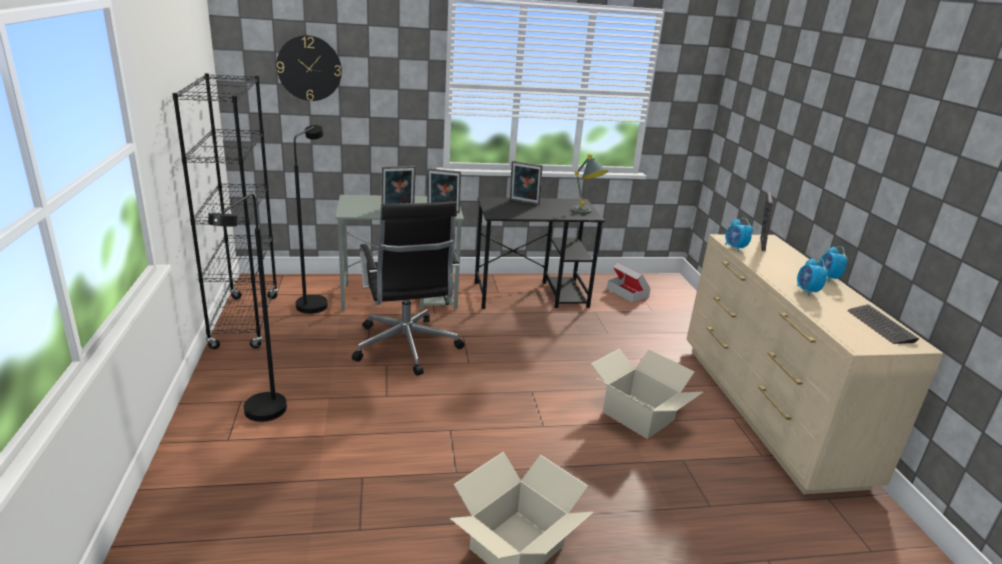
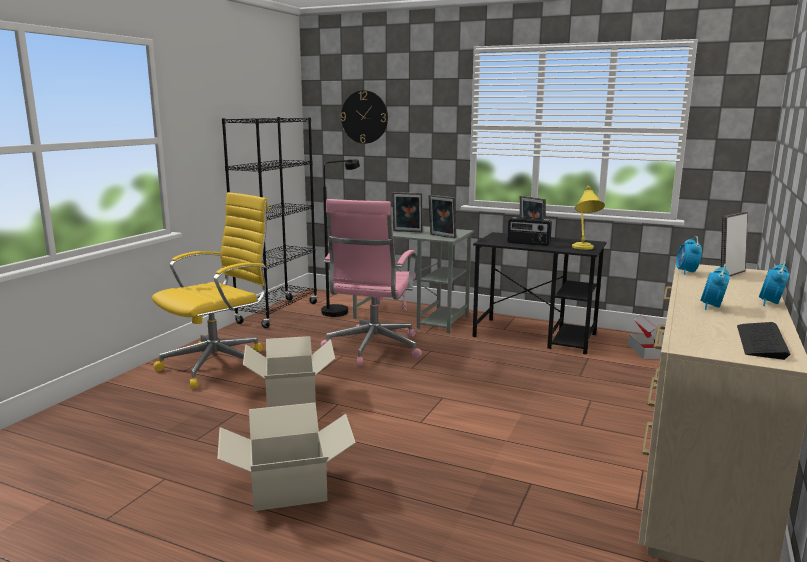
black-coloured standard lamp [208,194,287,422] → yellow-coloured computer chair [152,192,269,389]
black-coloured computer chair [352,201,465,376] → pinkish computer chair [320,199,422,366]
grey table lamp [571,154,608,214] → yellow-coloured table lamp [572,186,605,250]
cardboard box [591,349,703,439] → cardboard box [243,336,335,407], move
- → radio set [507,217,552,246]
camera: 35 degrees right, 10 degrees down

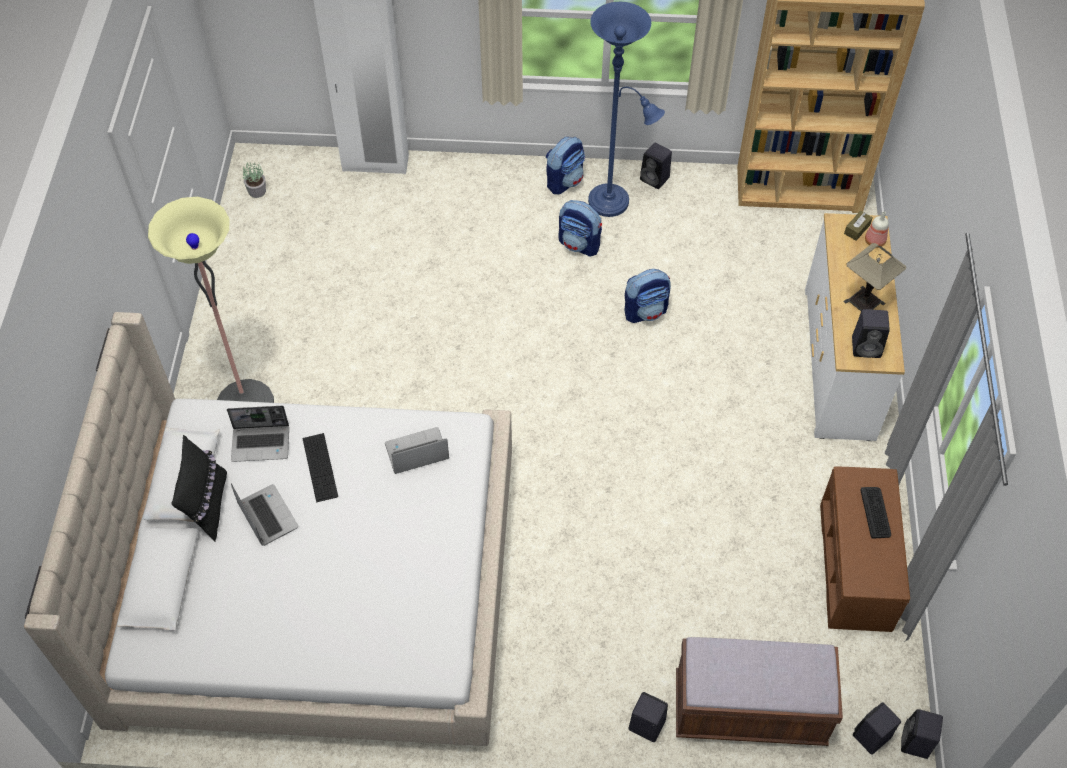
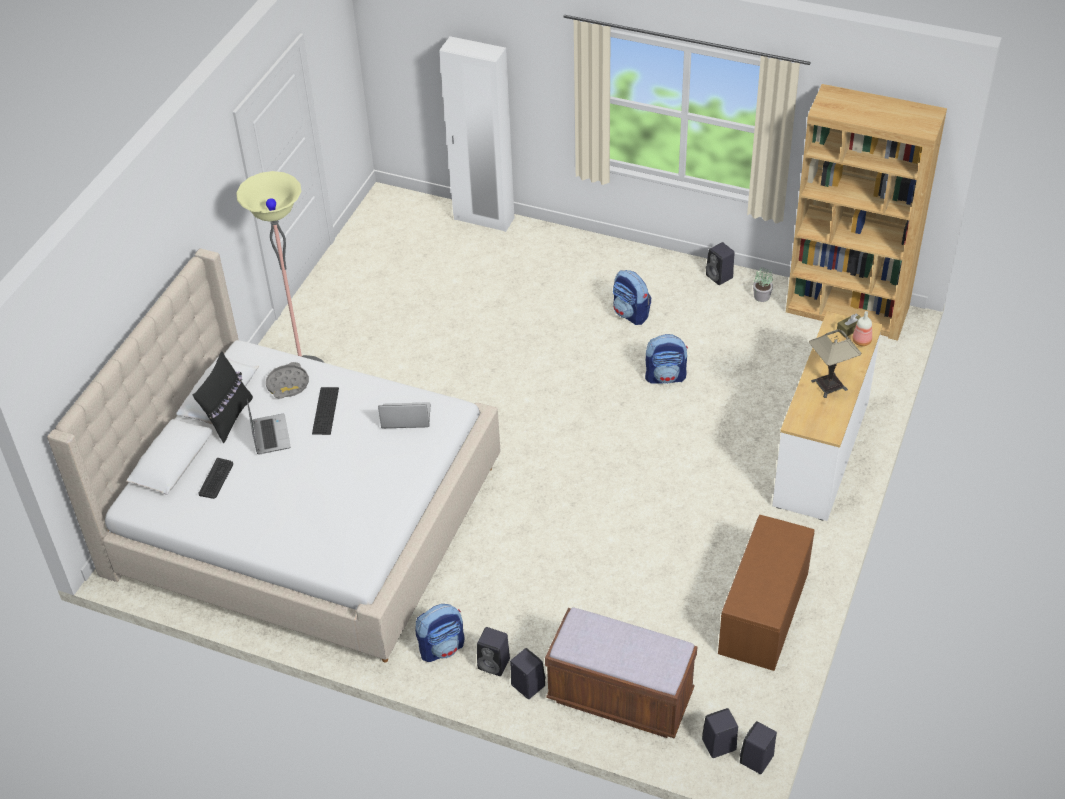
portable computer [227,406,289,462] → grey tray [266,362,309,399]
potted plant [243,161,266,198] → potted plant [753,267,773,302], move
backpack [546,137,585,194] → backpack [415,604,464,662], move
blue-coloured standard lamp [588,2,665,217] → -
black-coloured audio speaker [852,309,890,358] → black-coloured audio speaker [477,627,510,676], move
keyboard [860,487,891,539] → keyboard [198,458,233,499], move
camera: 20 degrees right, 10 degrees down

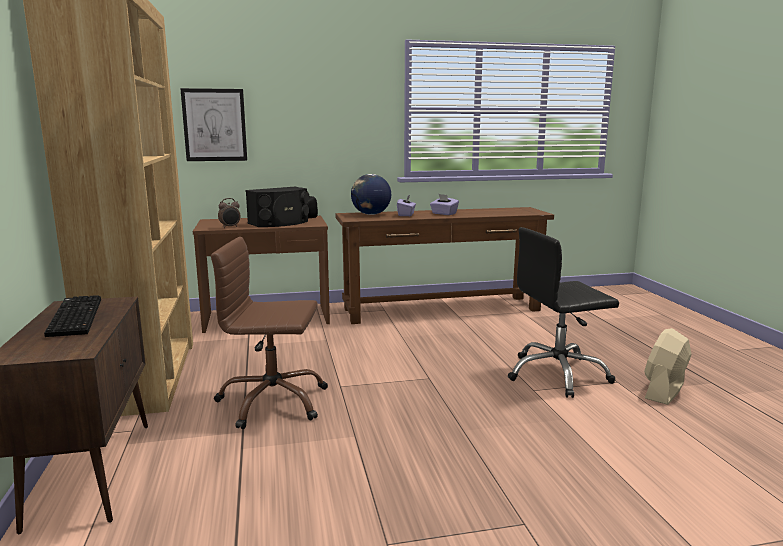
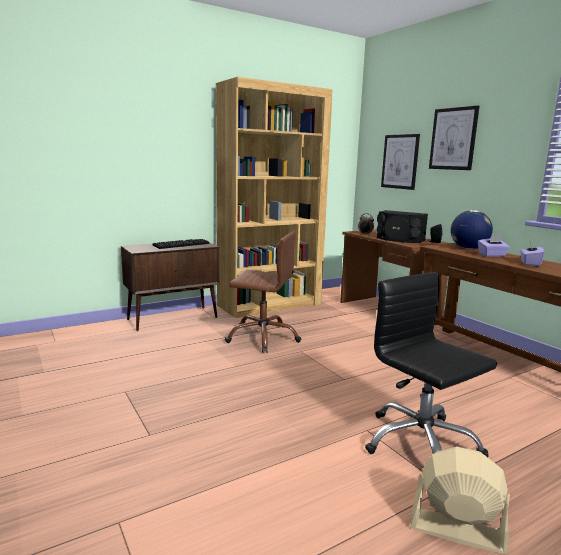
brownish computer chair [211,237,328,429] → brownish computer chair [225,232,301,353], 120 degrees clockwise
- → wall picture [429,105,479,170]
camera: 70 degrees right, 0 degrees up

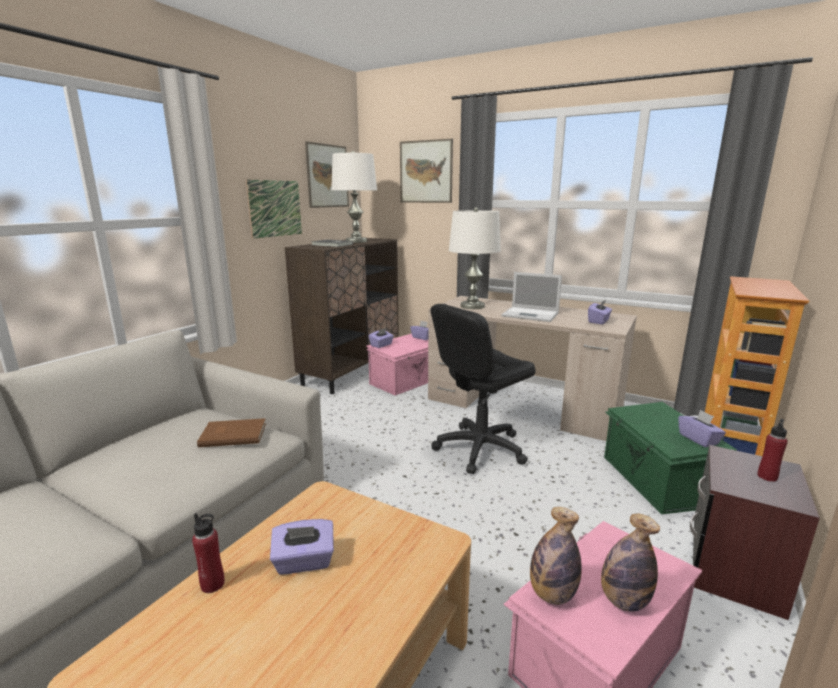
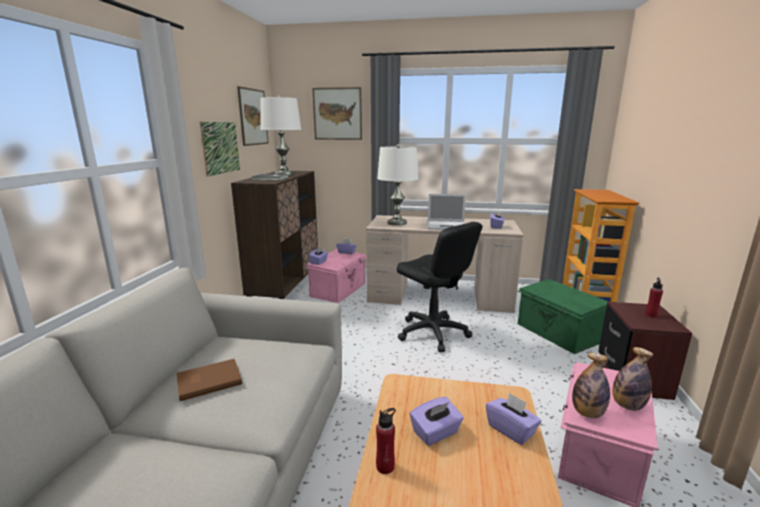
brownish volume [197,418,266,447] → brownish volume [177,359,242,401], move
black-coloured computer chair [430,304,536,474] → black-coloured computer chair [397,222,482,352], 75 degrees counterclockwise
purple-coloured box of tissues [678,410,726,447] → purple-coloured box of tissues [486,392,541,445], move
camera: 20 degrees left, 0 degrees up

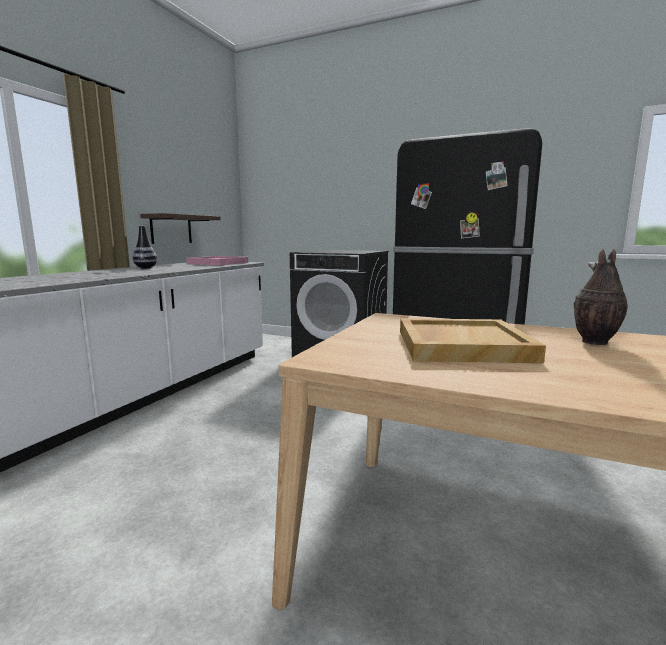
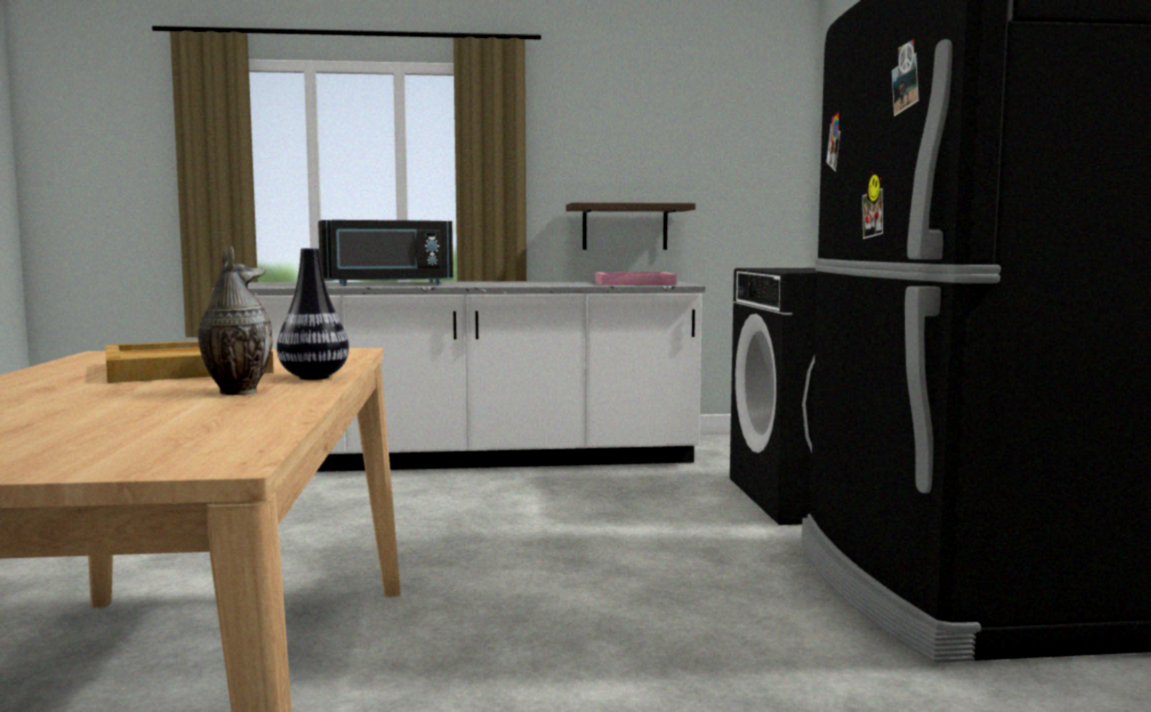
flower vase [133,226,157,269] → flower vase [277,248,349,380], move
- → black-coloured kitchen microwave [318,220,453,286]
camera: 60 degrees right, 5 degrees down

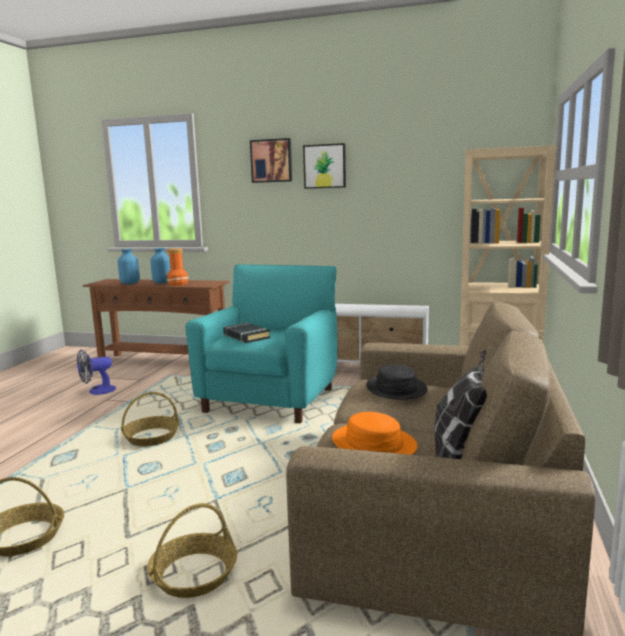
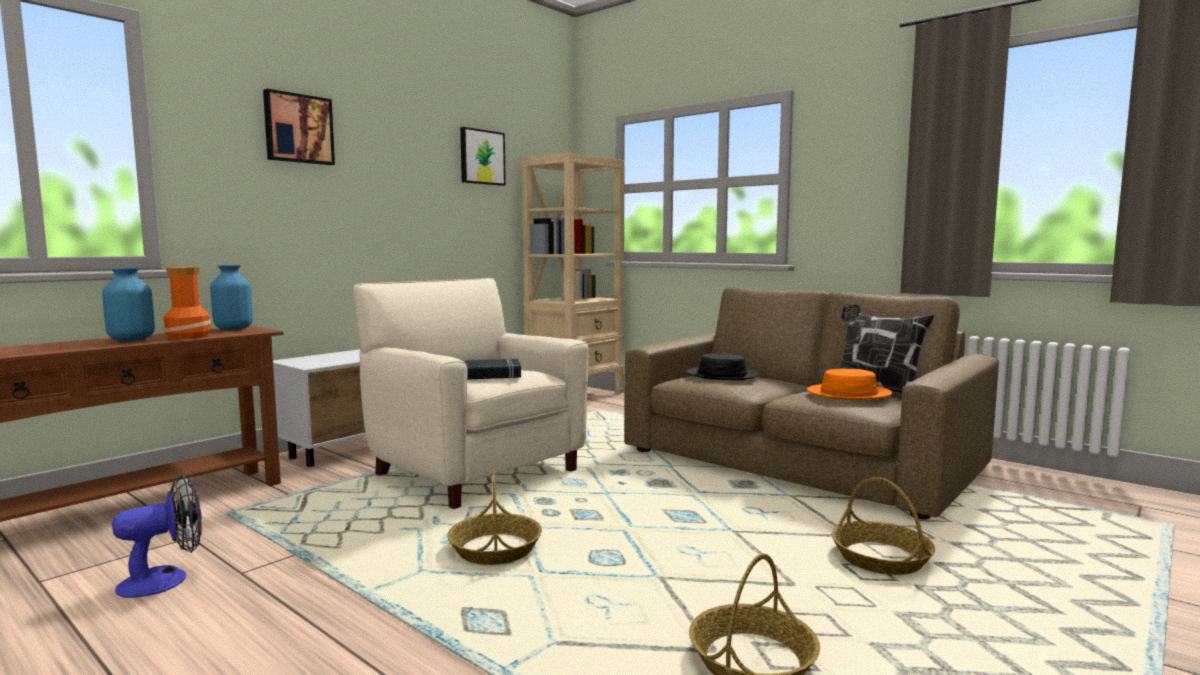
fan [77,350,116,395] → fan [112,475,202,598], 120 degrees counterclockwise
blue-coloured flower vase [118,249,140,284] → blue-coloured flower vase [210,265,253,330], move
blue-green lounge chair [185,264,337,424] → beige lounge chair [353,278,589,509]
wall picture [303,143,346,189] → wall picture [460,127,506,186], move
camera: 65 degrees left, 5 degrees down

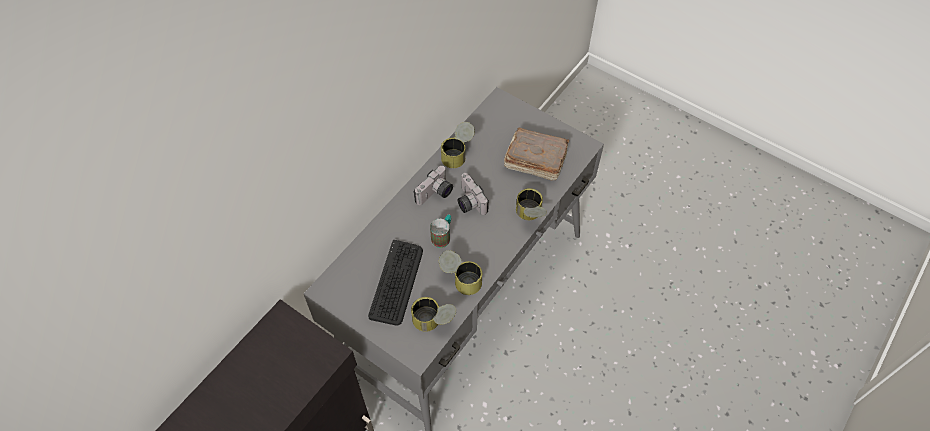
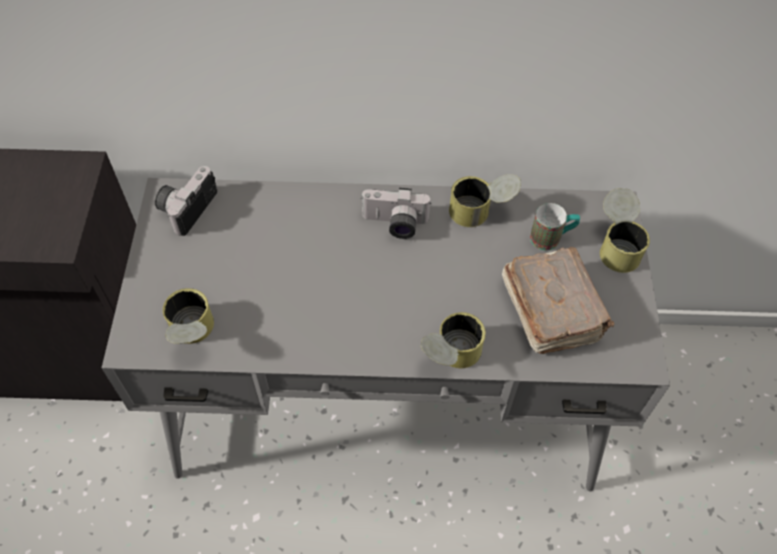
keyboard [368,240,423,326] → -
tea mug [430,214,451,248] → tea mug [530,203,580,250], move
metal can [439,250,482,295] → metal can [600,188,650,273], move
photo camera [458,173,489,215] → photo camera [155,166,218,236], move
camera: 55 degrees right, 0 degrees up

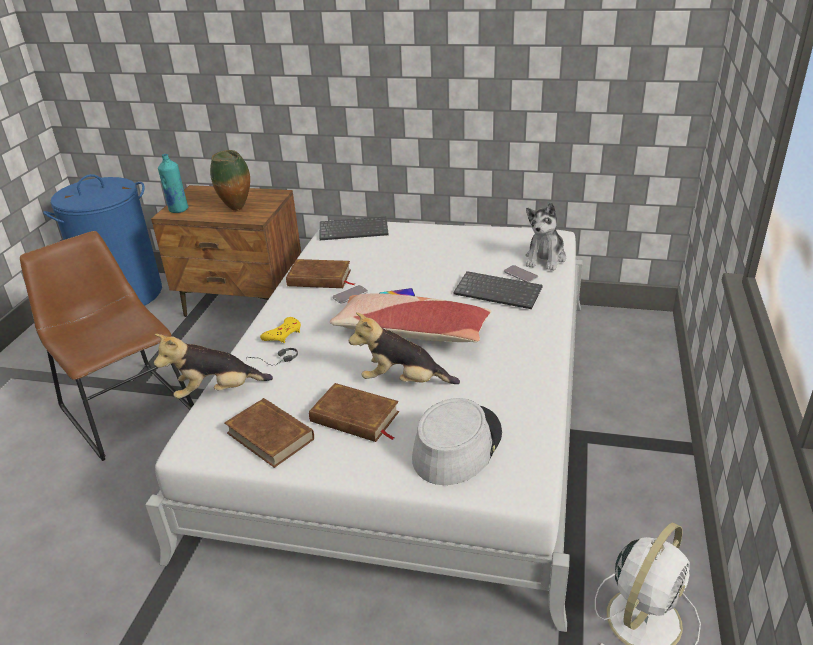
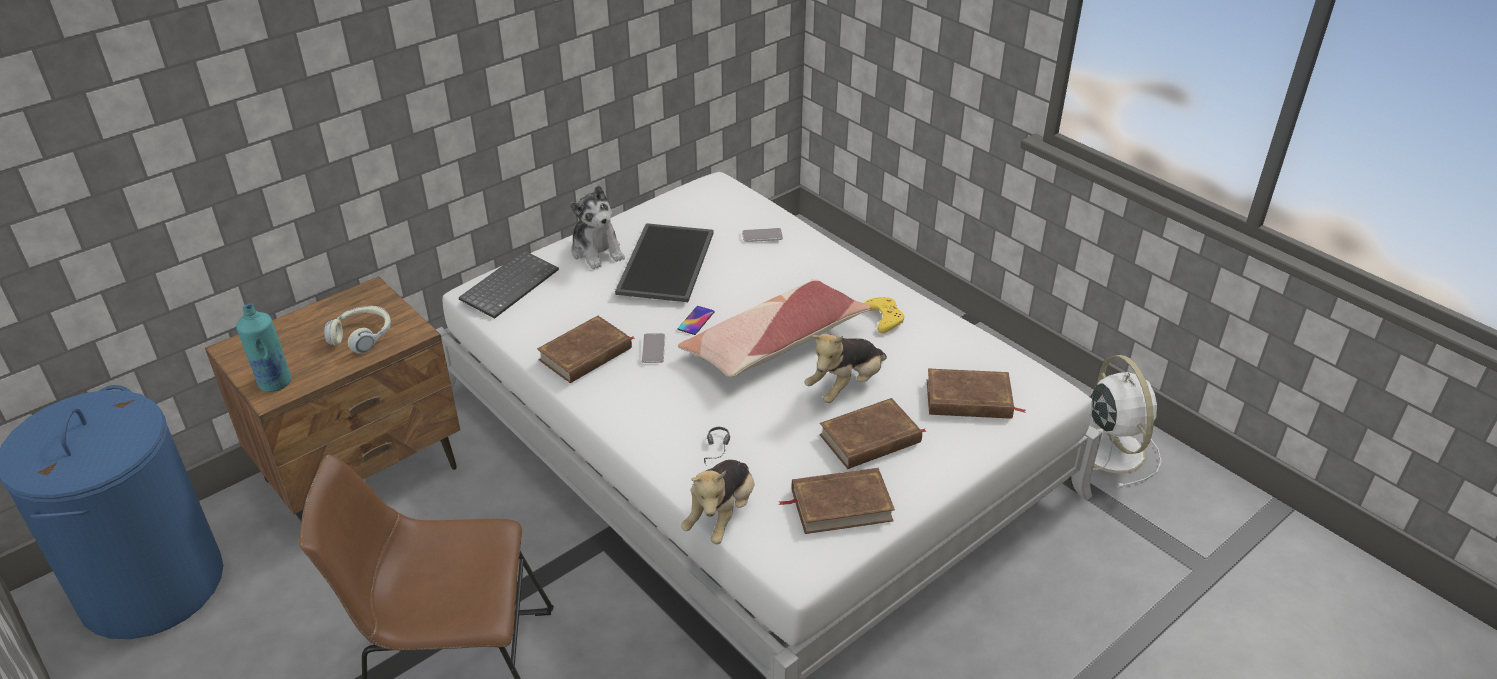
flower vase [210,150,250,211] → headphones [324,306,391,354]
yellow-coloured game controller [260,317,301,343] → yellow-coloured game controller [864,297,904,333], move
grey hat [412,398,502,485] → brownish volume [927,369,1025,419]
keyboard [453,271,543,309] → -
plush toy [526,203,566,271] → plush toy [570,185,625,269], move
- → tray [615,223,714,302]
camera: 55 degrees left, 5 degrees up

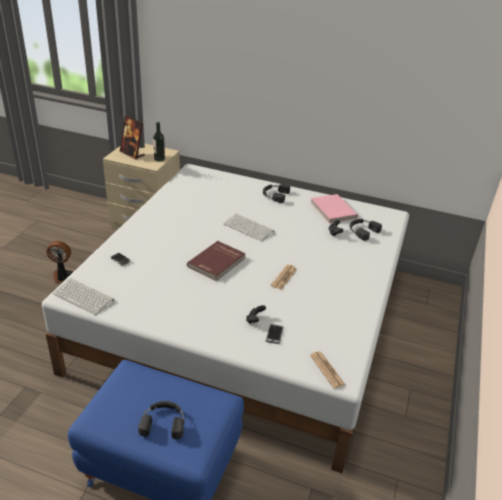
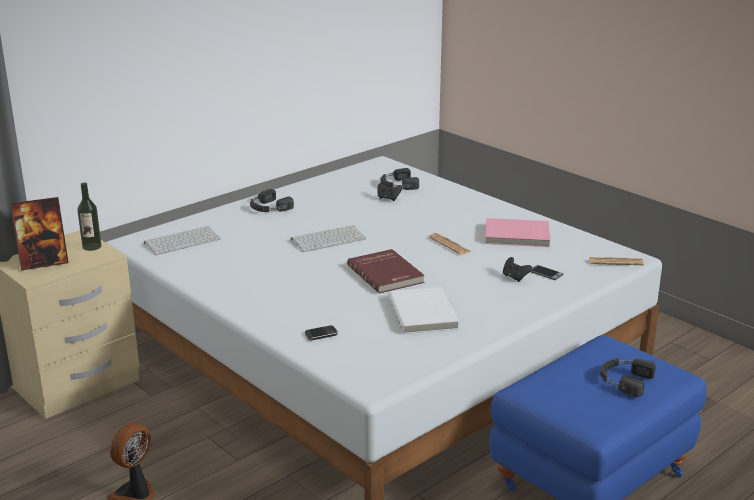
keyboard [53,279,114,315] → keyboard [144,226,220,255], move
pinkish volume [310,194,358,223] → pinkish volume [485,218,550,247], move
- → whitish volume [388,287,459,334]
camera: 60 degrees left, 10 degrees down

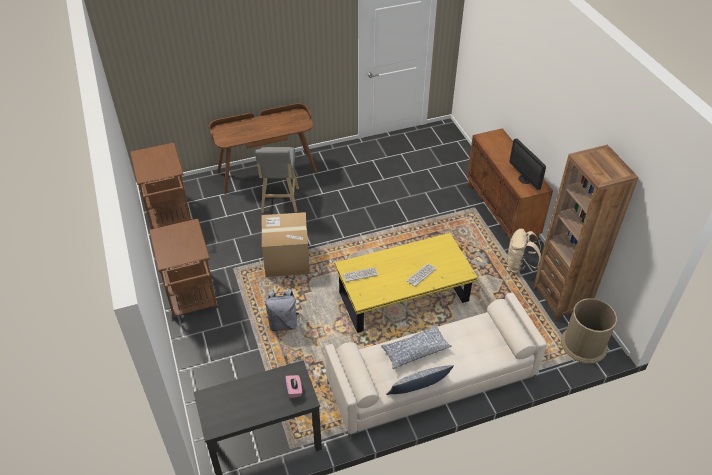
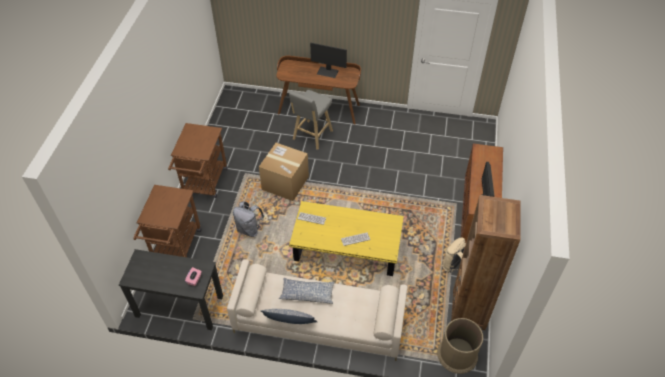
brownish cart [130,143,192,230] → brownish cart [133,185,201,257], move
- → monitor [310,43,347,78]
camera: 30 degrees right, 5 degrees up

